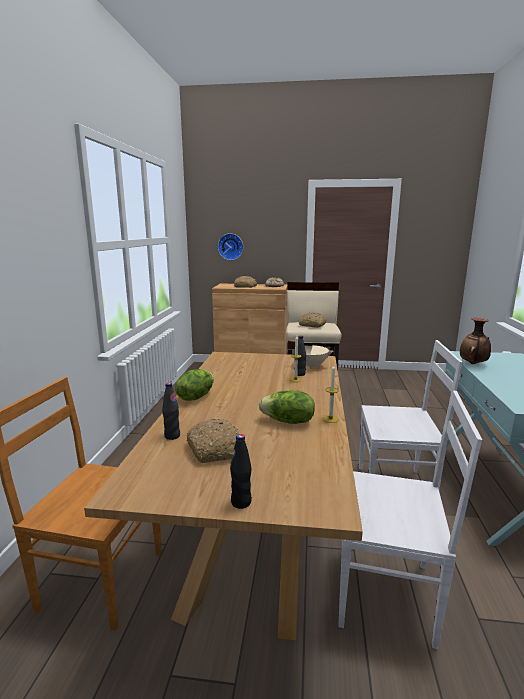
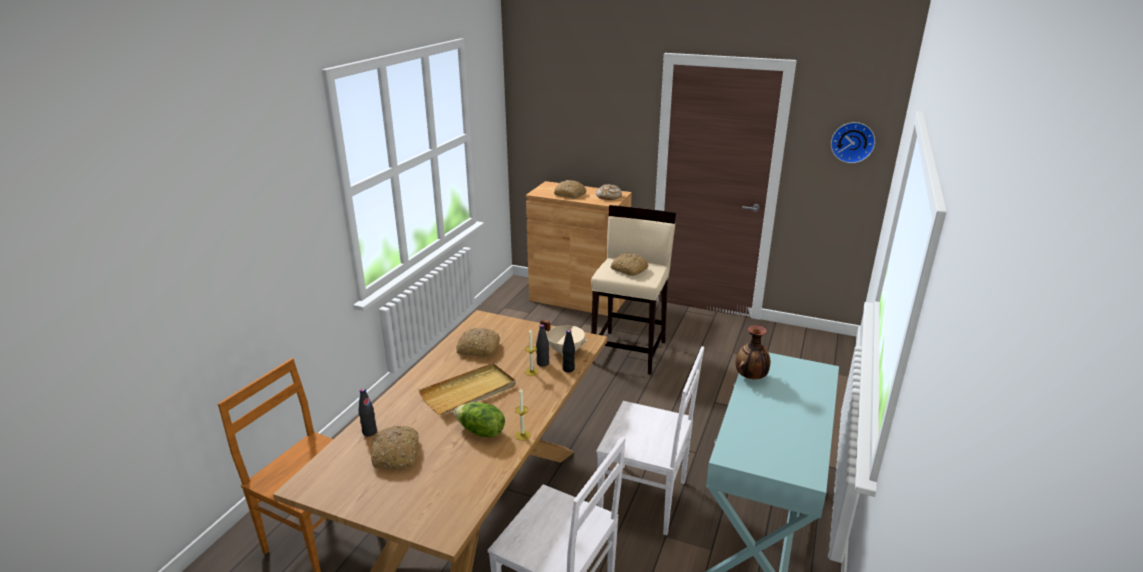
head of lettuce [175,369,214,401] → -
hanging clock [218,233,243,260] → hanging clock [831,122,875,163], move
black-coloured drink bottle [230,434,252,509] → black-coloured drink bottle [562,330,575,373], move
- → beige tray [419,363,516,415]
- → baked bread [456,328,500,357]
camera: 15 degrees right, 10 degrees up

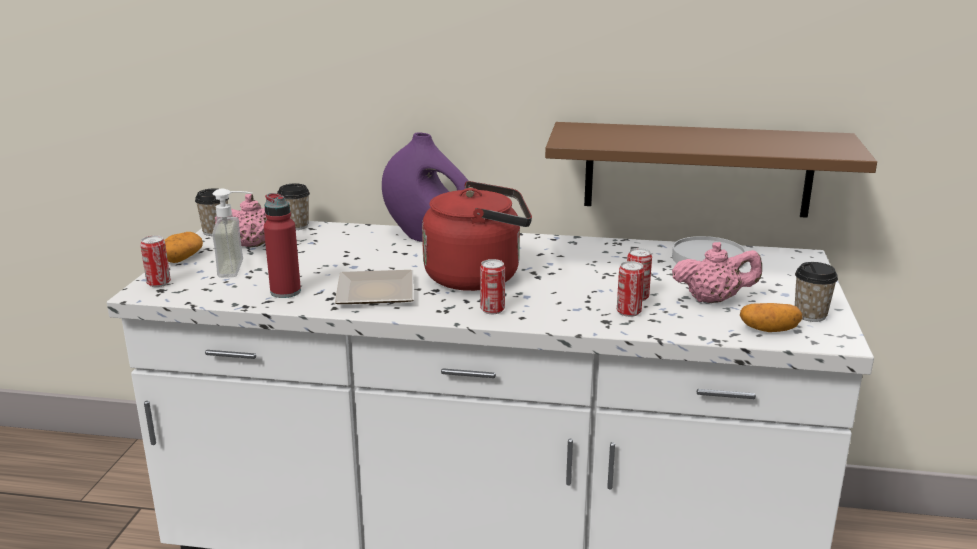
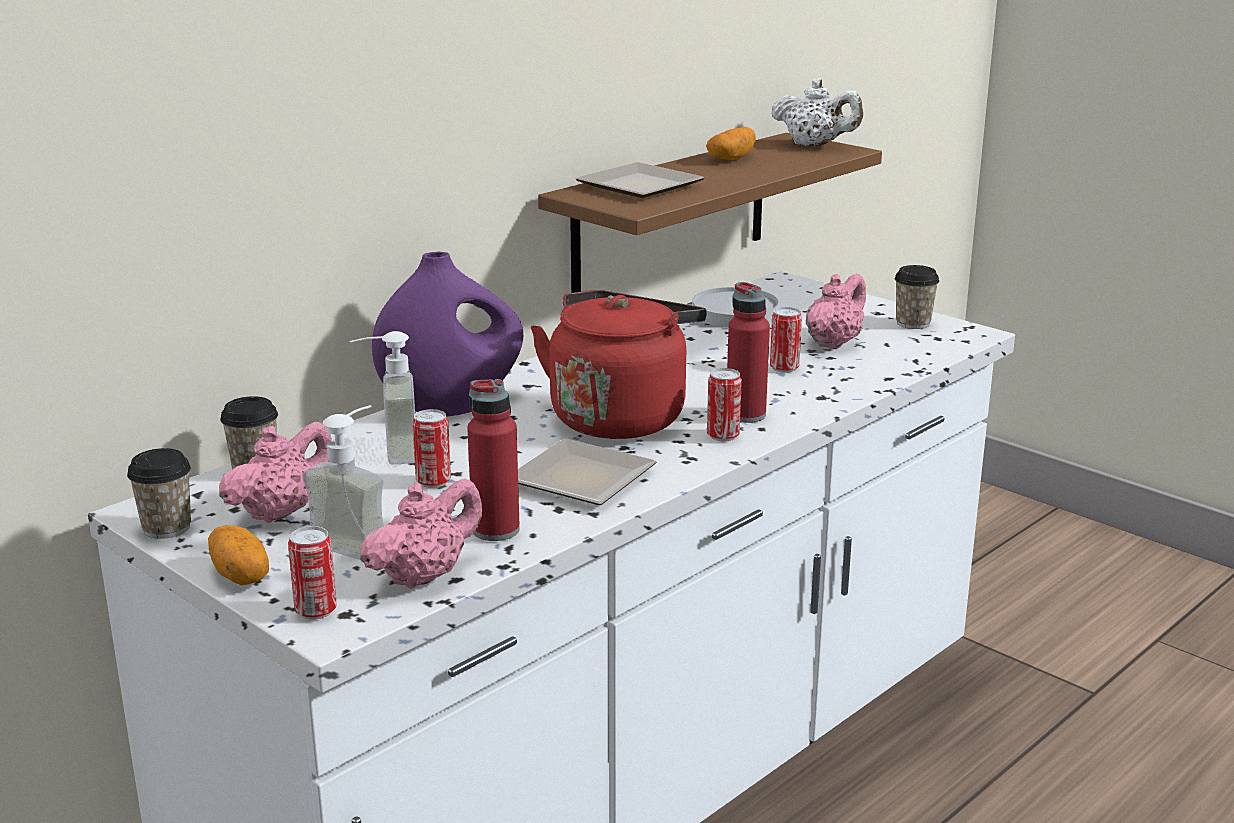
metal can [617,261,644,317] → metal can [412,409,451,488], move
potato [740,303,803,332] → potato [706,127,756,160], move
- → soap dispenser [349,331,415,465]
- → pinkish pot for tea [360,478,483,589]
- → plate [575,162,705,198]
- → red drink bottle [727,282,770,423]
- → whitish pot for tea [771,78,863,146]
camera: 55 degrees left, 0 degrees up

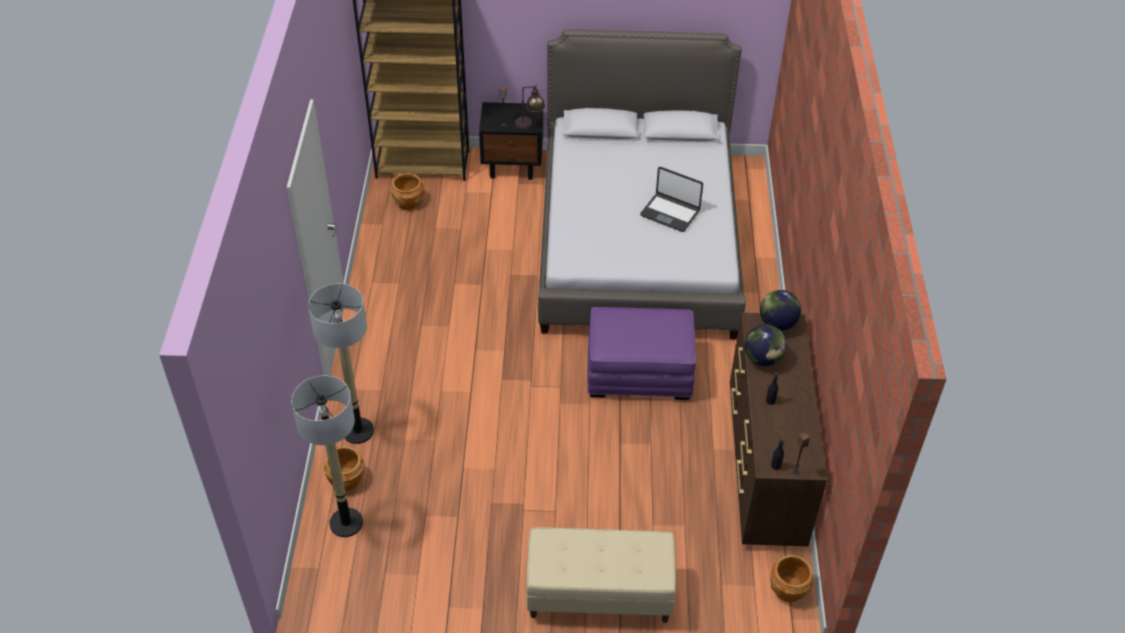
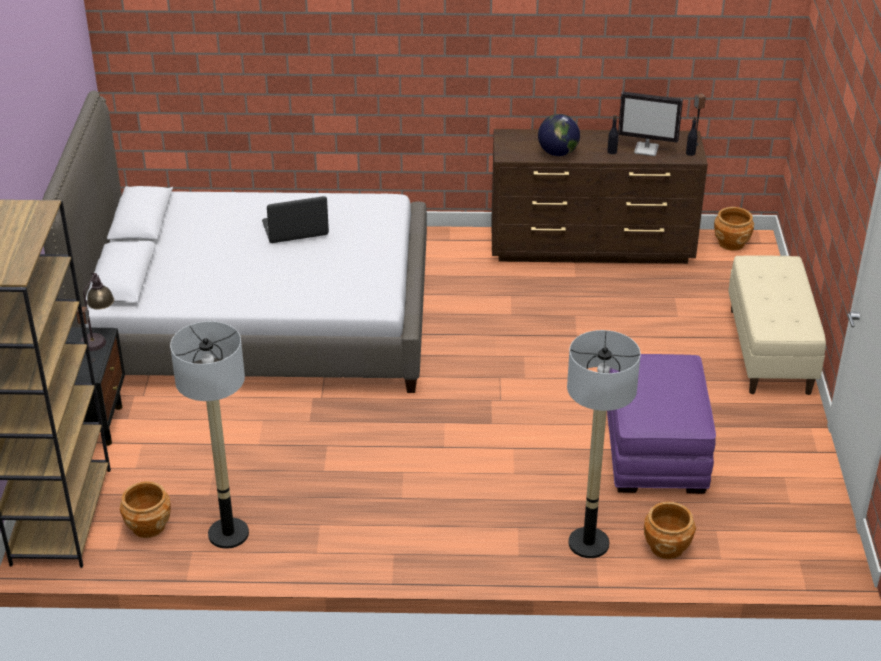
standard lamp [291,376,363,537] → standard lamp [170,321,249,549], move
purple-coloured ottoman [587,307,696,400] → purple-coloured ottoman [607,354,716,494], move
portable computer [640,167,703,232] → portable computer [262,196,329,243], 135 degrees counterclockwise
world globe [760,290,801,331] → -
- → monitor [618,92,683,156]
camera: 90 degrees left, 10 degrees down

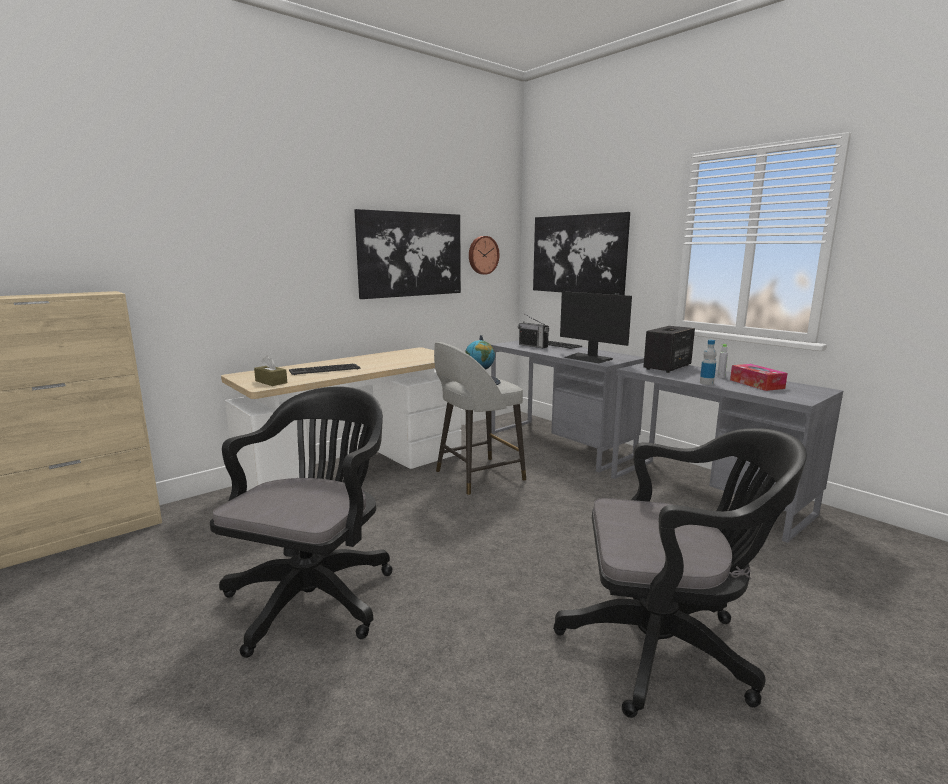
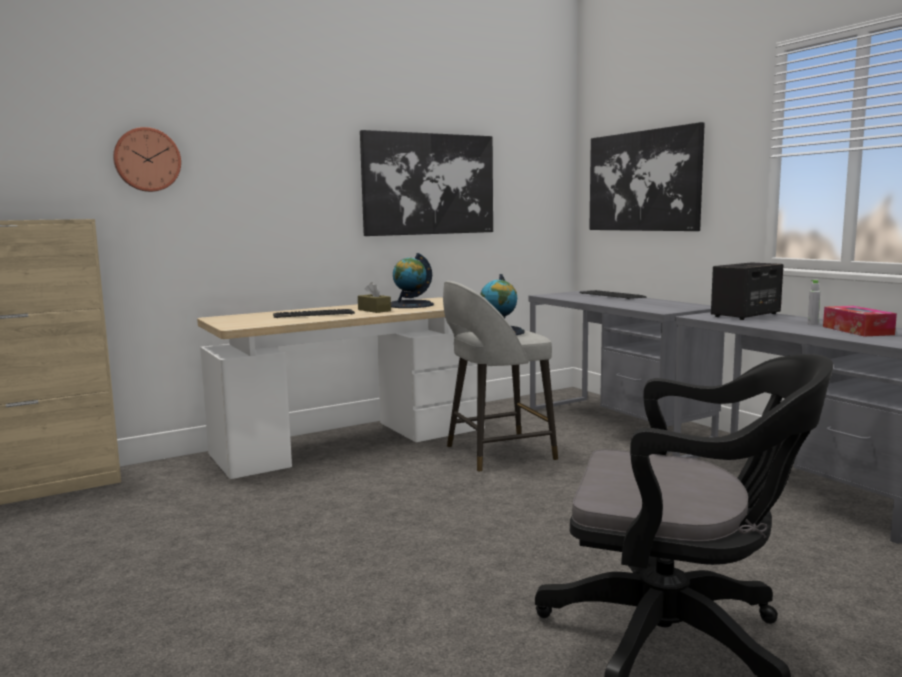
black-coloured computer chair [210,386,393,658] → -
brownish box of tissues [254,355,287,386] → brownish box of tissues [358,282,391,313], move
hanging clock [469,236,500,275] → hanging clock [113,127,181,192], move
radio set [518,314,549,348] → -
monitor [560,291,632,363] → -
drink bottle [700,340,717,385] → -
- → world globe [391,253,434,308]
camera: 10 degrees right, 5 degrees down

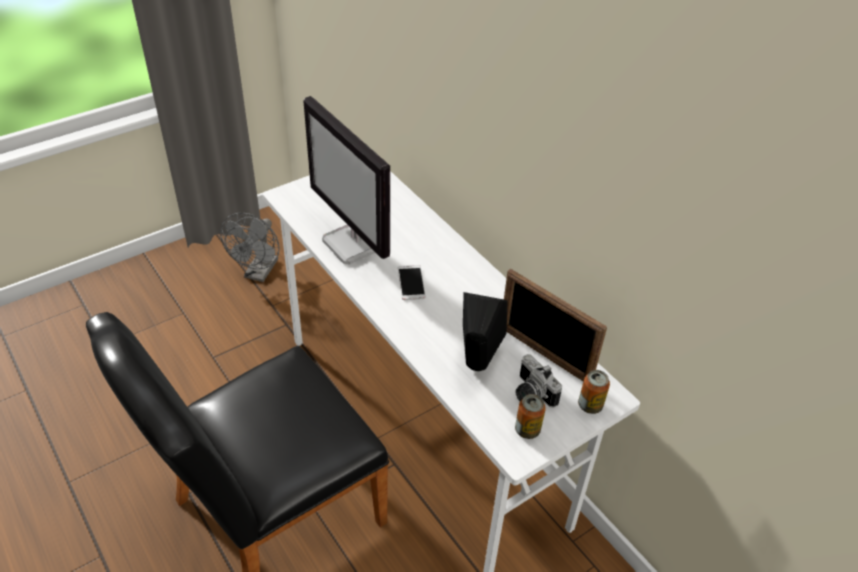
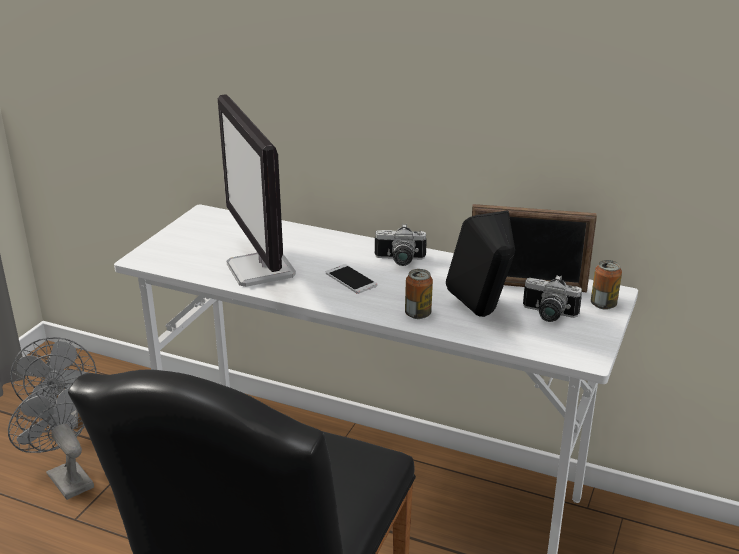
monitor [303,96,390,264] → monitor [218,94,296,287], 45 degrees clockwise
metal can [515,394,546,439] → metal can [405,269,433,319], move
- → grey fan [8,382,94,500]
- → photo camera [375,224,427,266]
camera: 30 degrees left, 15 degrees down

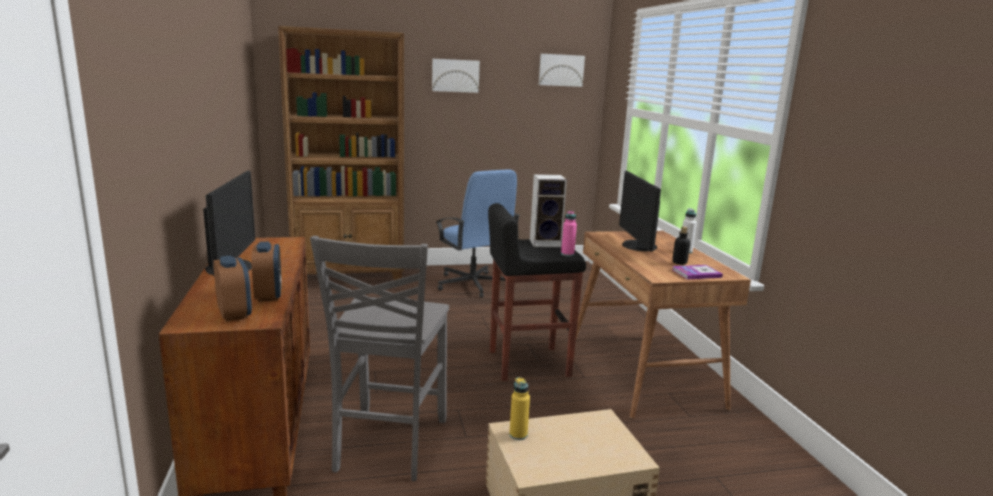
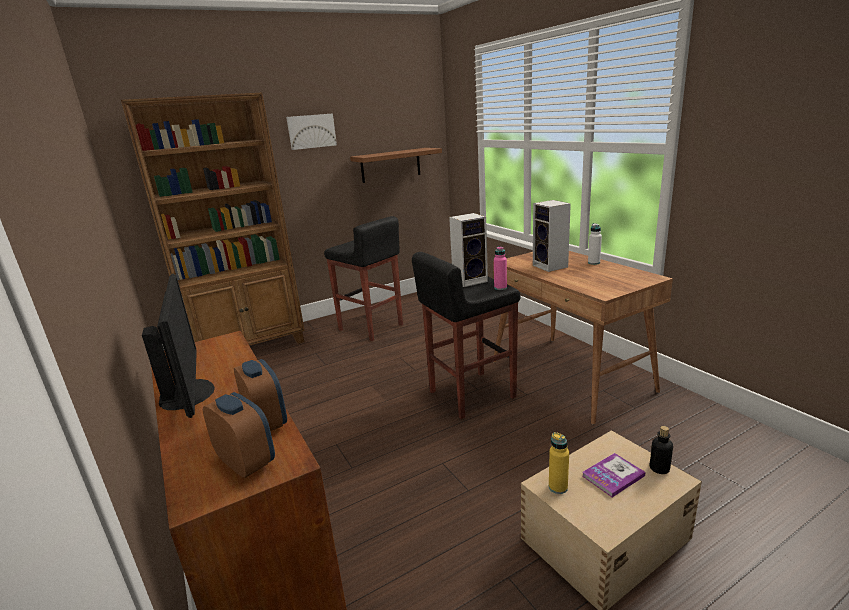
grey chair [310,236,449,481] → -
blue-coloured computer chair [435,170,520,298] → black-coloured stool [324,216,403,341]
wall picture [539,54,585,87] → -
monitor [619,171,661,252] → audio speaker [533,200,571,272]
drink bottle [672,227,690,265] → drink bottle [650,426,673,474], move
volume [673,265,723,279] → volume [582,453,645,497], move
- → brownish shelf [350,148,442,183]
camera: 15 degrees left, 5 degrees up

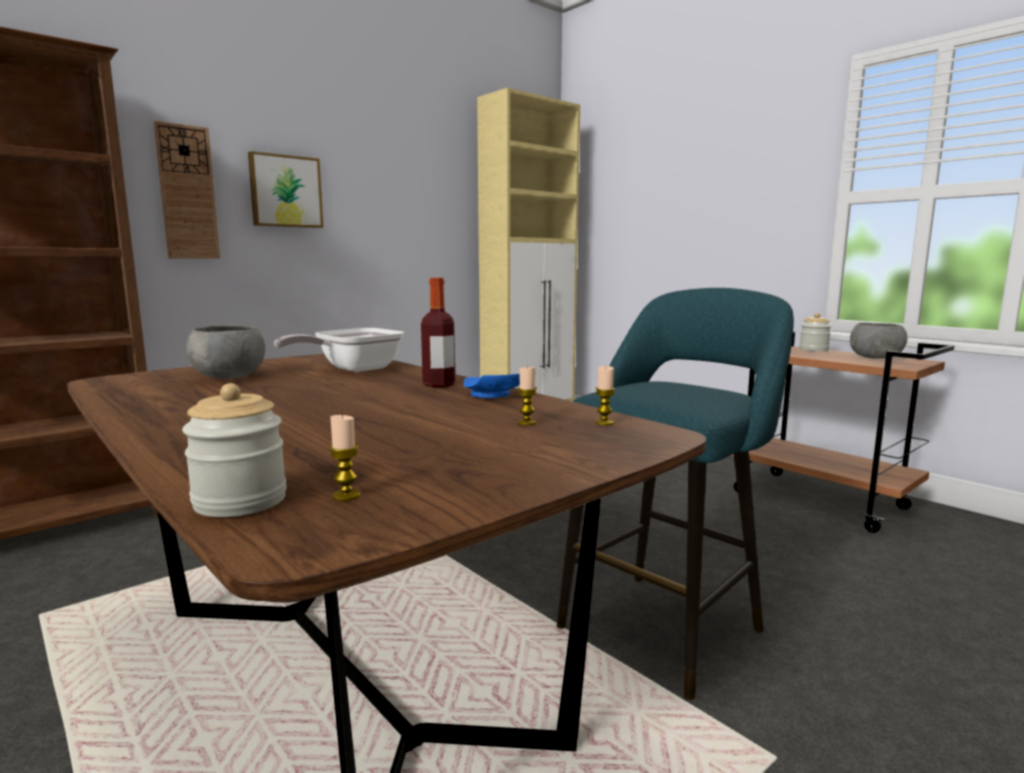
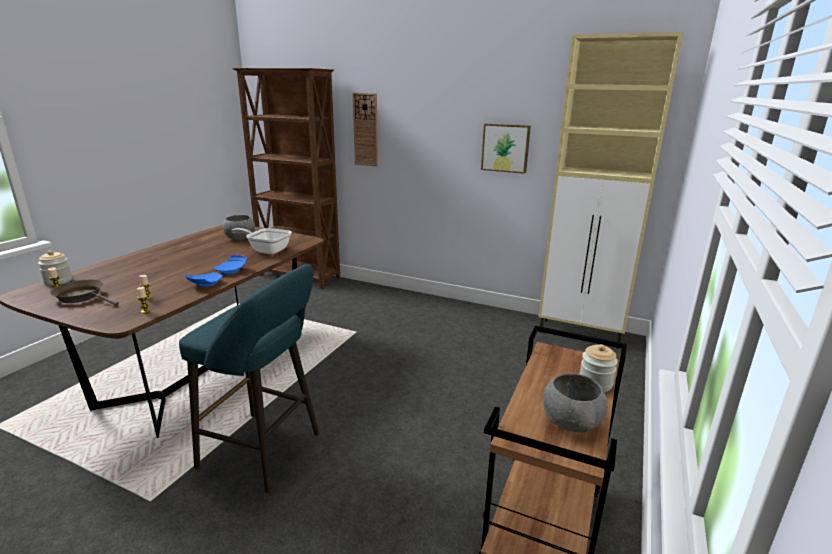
wall picture [248,151,323,228] → wall picture [481,124,531,174], move
drink bottle [421,278,455,387] → blue-coloured plate [214,255,247,275]
- → brownish frying pan [50,280,119,306]
camera: 65 degrees right, 10 degrees up

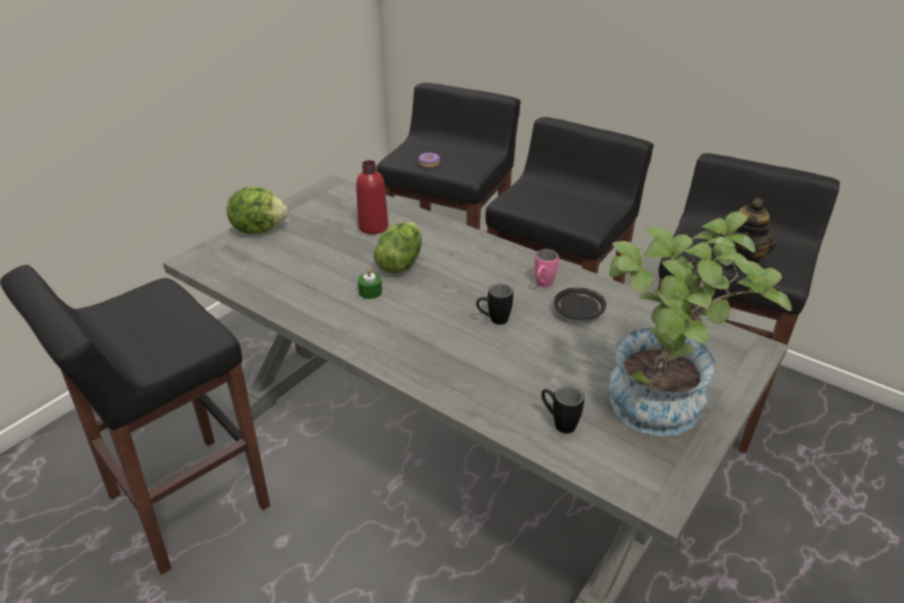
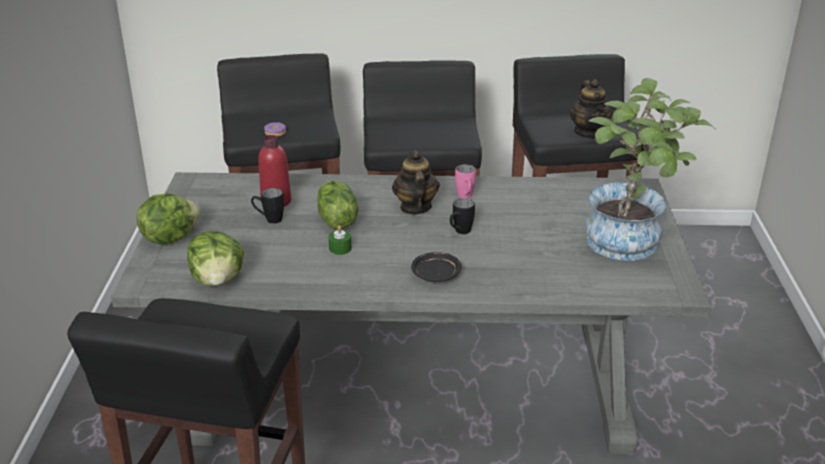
black-coloured tea mug [541,386,584,434] → black-coloured tea mug [251,188,284,224], move
black-coloured plate [554,288,606,320] → black-coloured plate [411,252,462,282], move
- → head of lettuce [187,231,244,286]
- → pot for tea [392,150,440,215]
camera: 35 degrees left, 5 degrees down

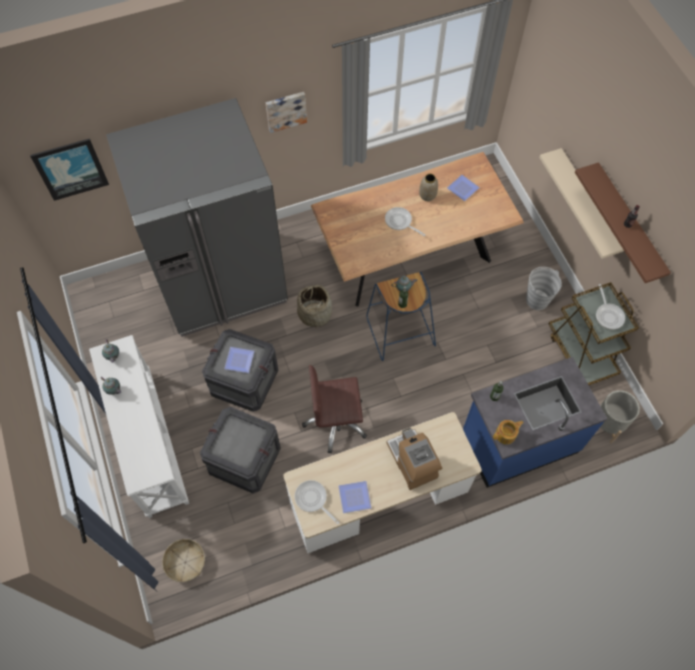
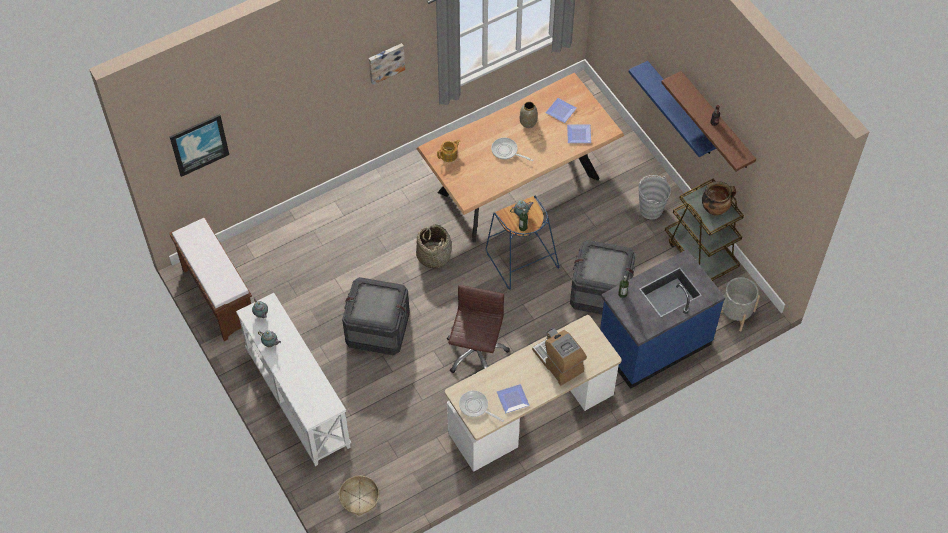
grey kitchen fridge [106,98,288,337] → -
packing crate [200,407,281,493] → packing crate [570,240,636,315], move
plate [224,347,254,373] → plate [567,124,591,143], move
brownish computer chair [302,365,367,453] → brownish computer chair [447,285,510,373], 120 degrees clockwise
pot for tea [493,420,524,444] → pot for tea [437,139,460,162], move
beige shelf [539,148,624,259] → blue-coloured shelf [629,61,716,157]
frying pan [596,284,625,329] → stockpot [702,181,736,215]
- → brownish long seat [169,218,252,341]
camera: 10 degrees left, 5 degrees down

